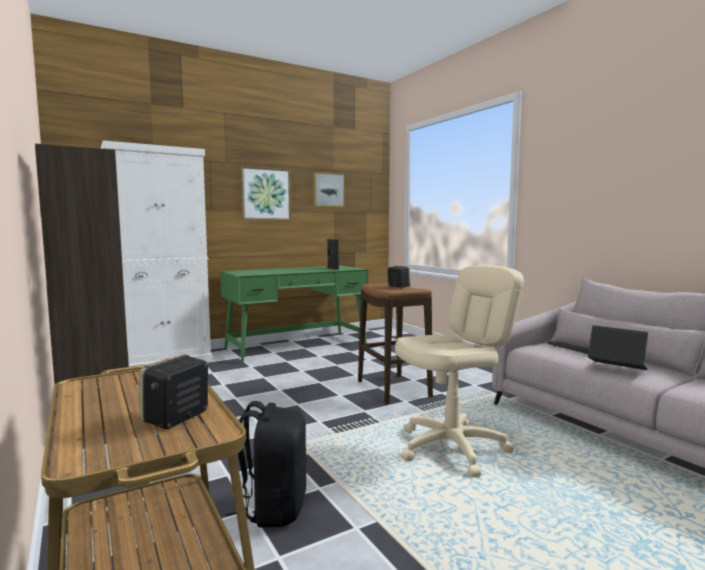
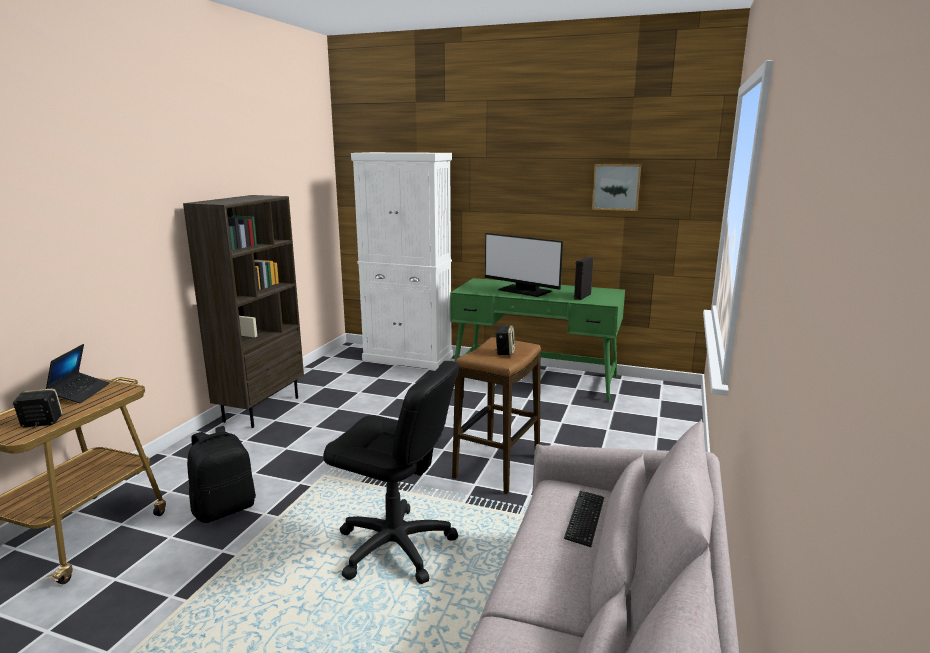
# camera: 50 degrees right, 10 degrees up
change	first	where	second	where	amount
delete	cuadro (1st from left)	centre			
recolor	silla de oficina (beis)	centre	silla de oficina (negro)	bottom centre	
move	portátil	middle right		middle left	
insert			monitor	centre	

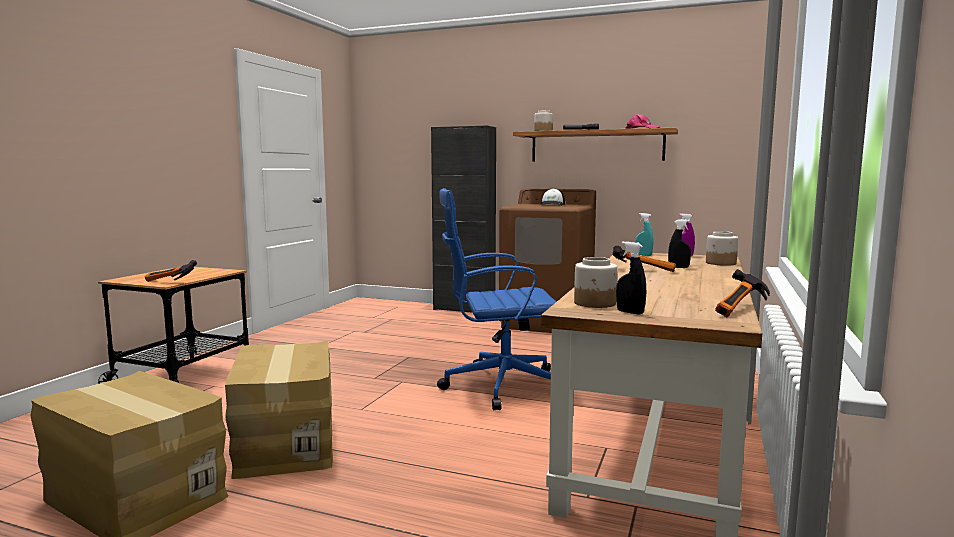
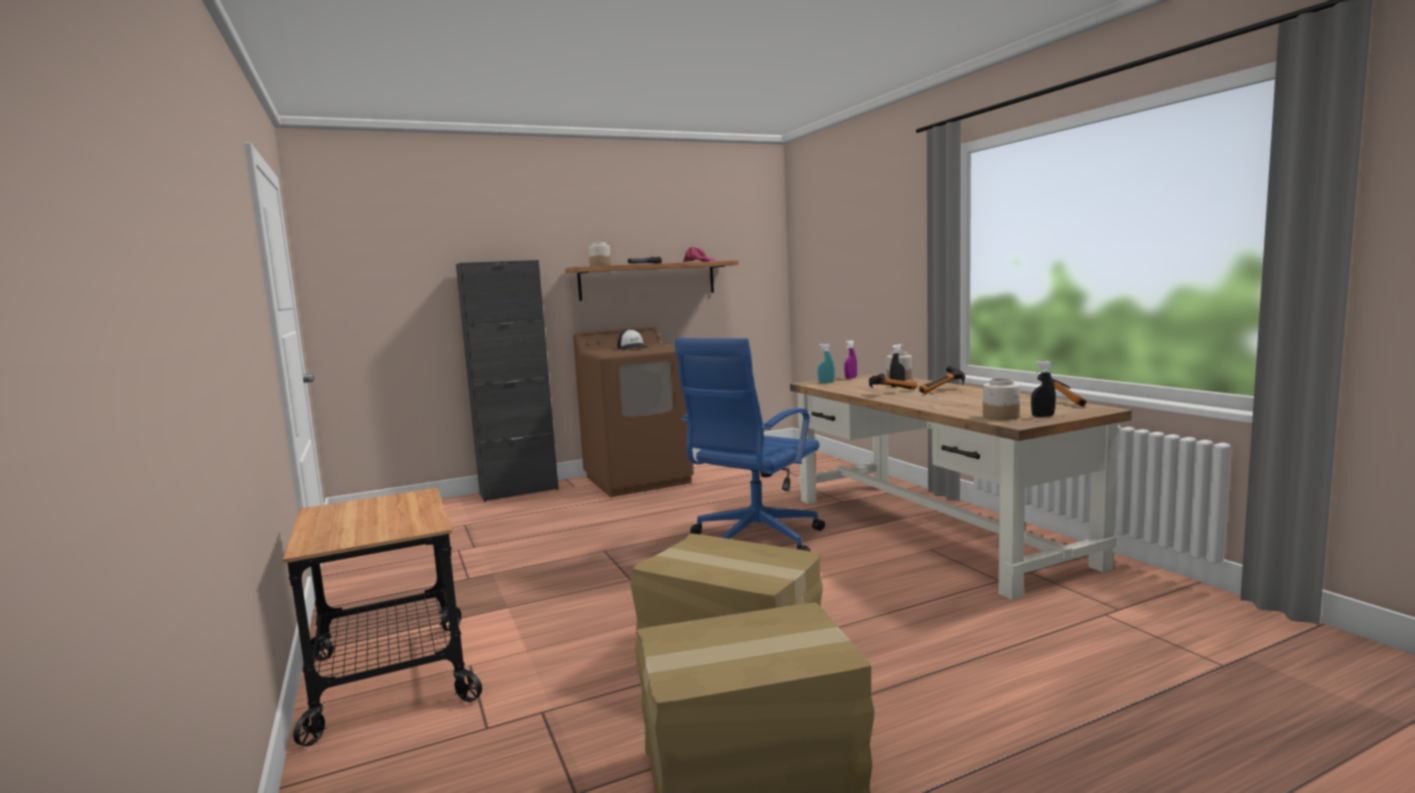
# camera: 45 degrees left, 0 degrees up
change	first	where	second	where	amount
move	martillo (1st from left in the first image)	middle left	martillo (2nd from left)	centre	

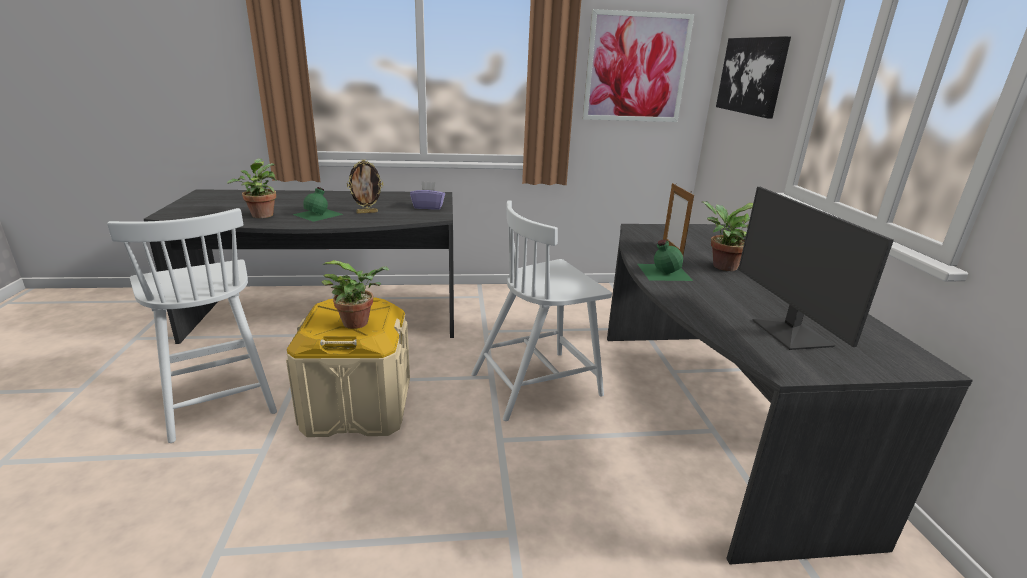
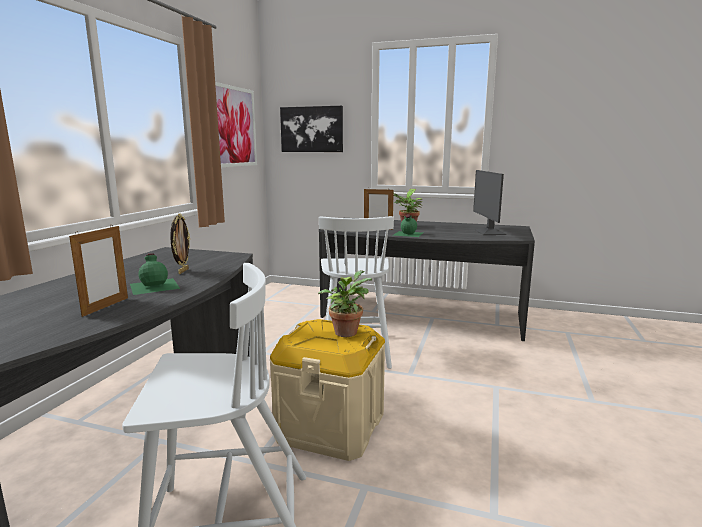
# camera: 65 degrees left, 10 degrees down
change	first	where	second	where	amount
replace	planta en maceta (1st from left)	top left	portarretratos (1st from left)	middle left	
delete	caja de pañuelos (morado)	centre			
rotate	monitor	middle right		middle right	75 degrees clockwise

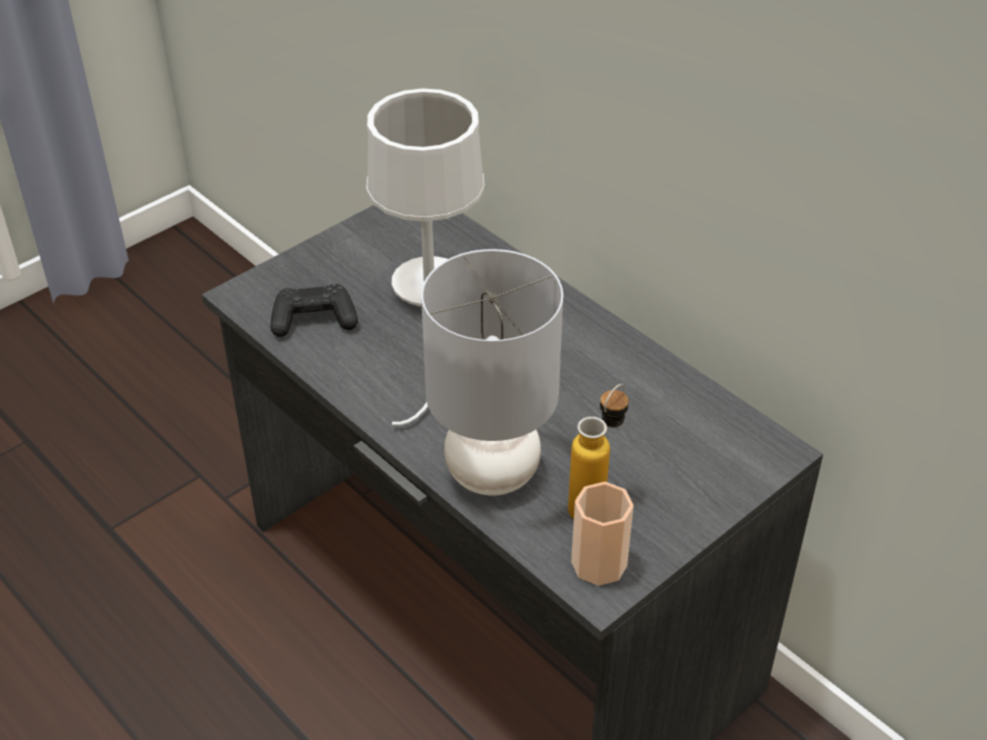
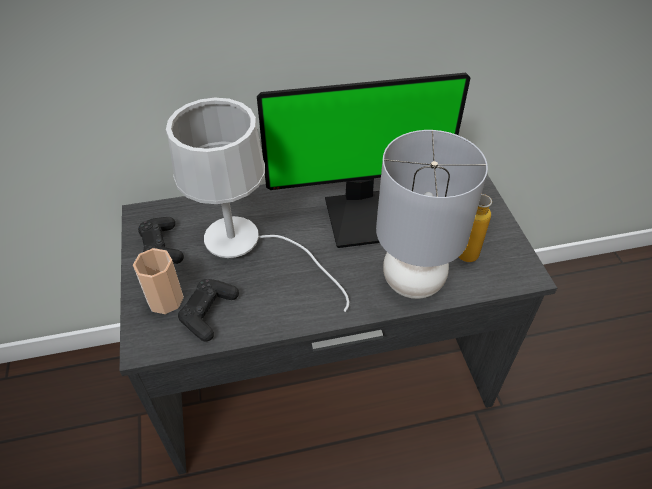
# camera: 60 degrees left, 5 degrees up
change	first	where	second	where	amount
move	taza	bottom centre		middle left	
insert			monitor	top centre	
insert			mando de consola (negro) (1st from left)	middle left	

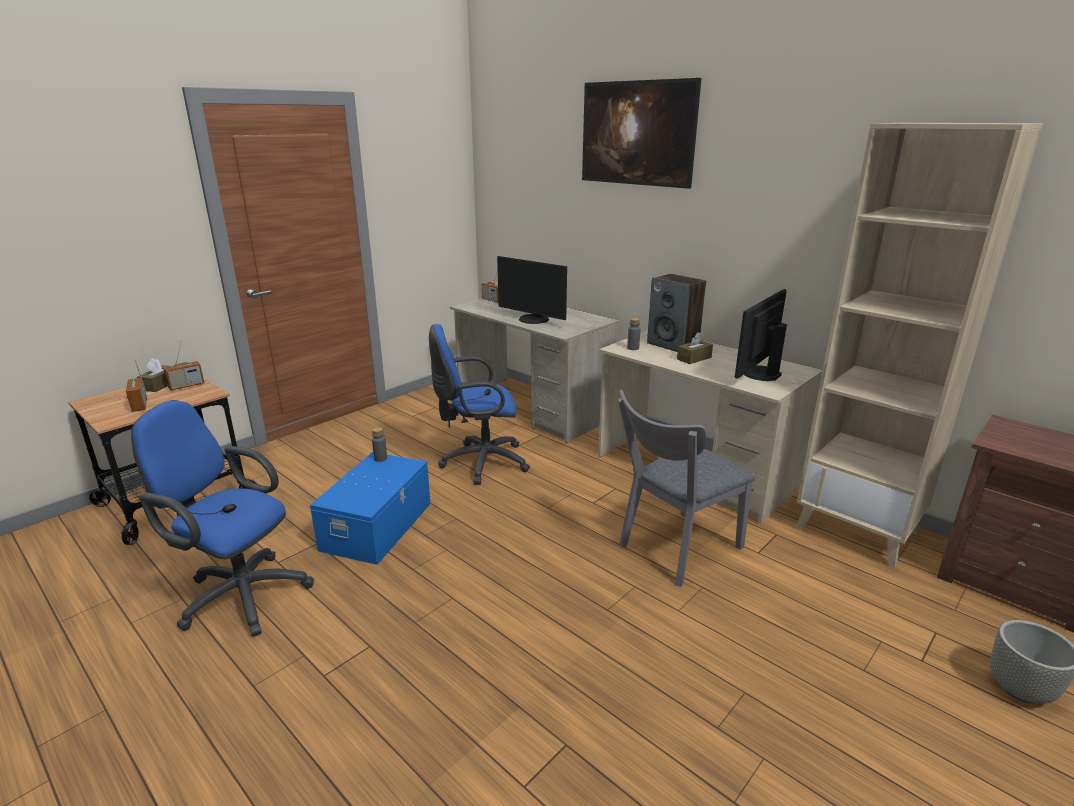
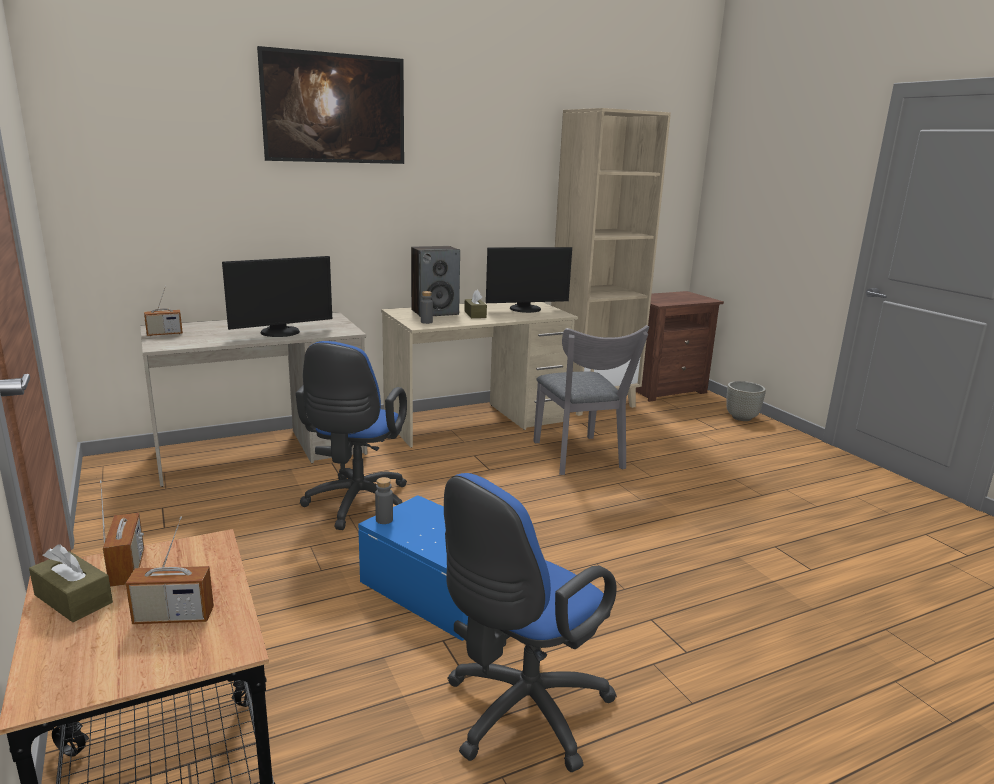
# camera: 70 degrees left, 5 degrees down
change	first	where	second	where	amount
rotate	monitor (2nd from left)	middle right		centre	75 degrees counterclockwise

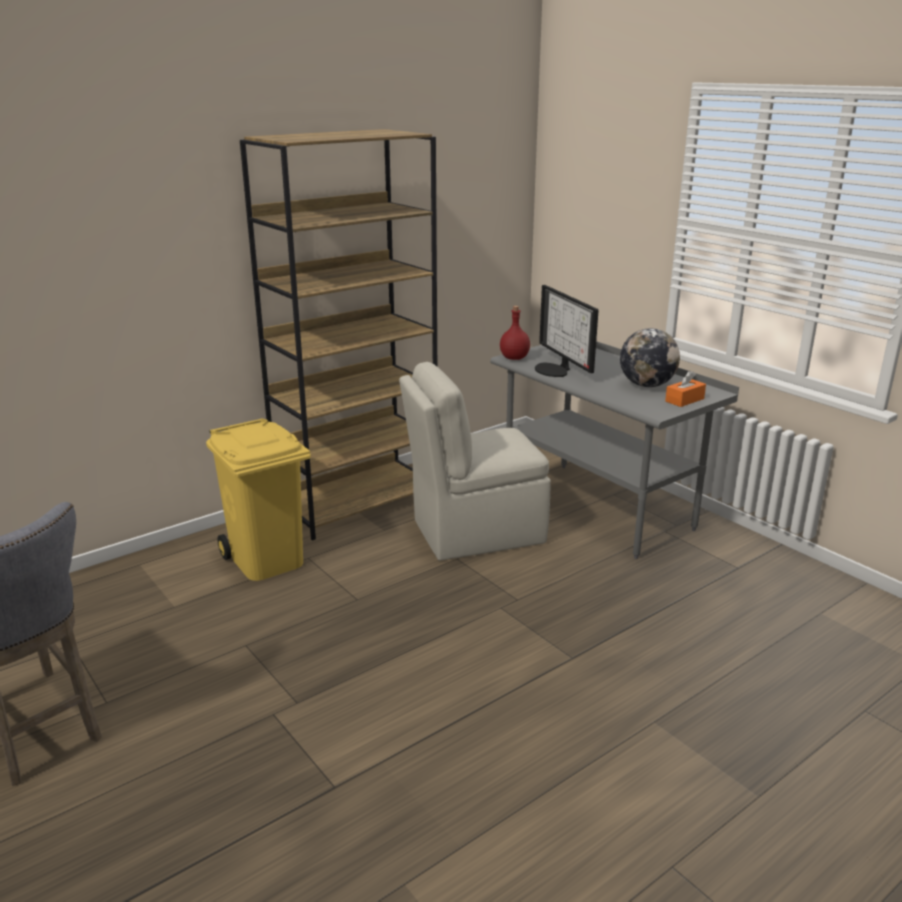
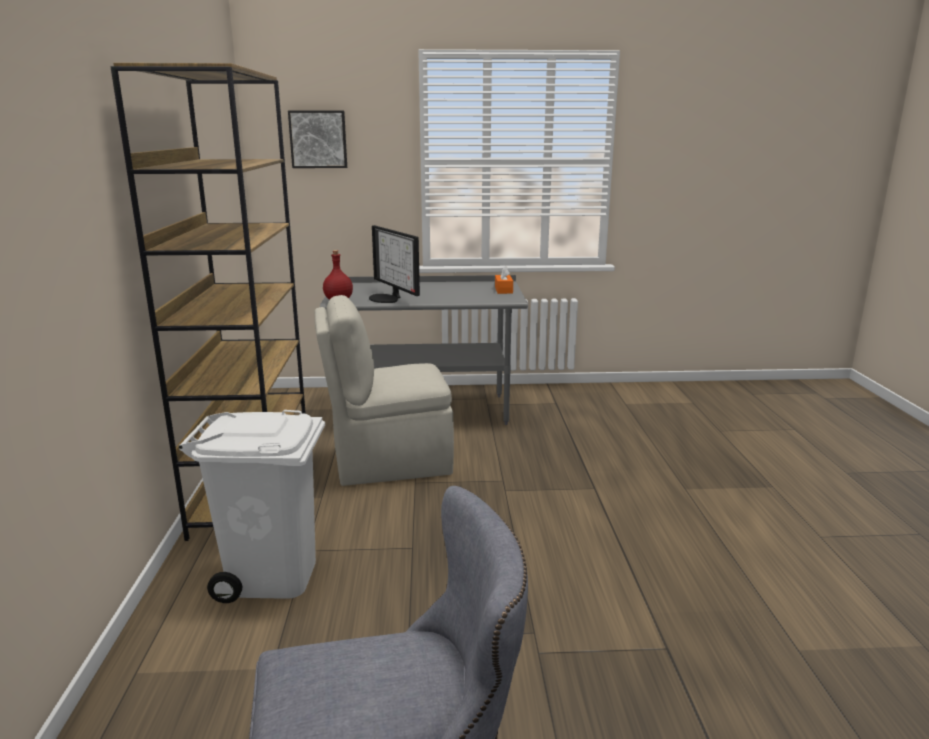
# camera: 55 degrees left, 5 degrees down
change	first	where	second	where	amount
rotate	monitor	centre		centre	45 degrees clockwise
delete	globo terráqueo	middle right			
rotate	silla (beis)	centre		centre	60 degrees clockwise
recolor	papelera (amarillo)	middle left	papelera (blanco)	bottom left	
insert			cuadro	top centre	

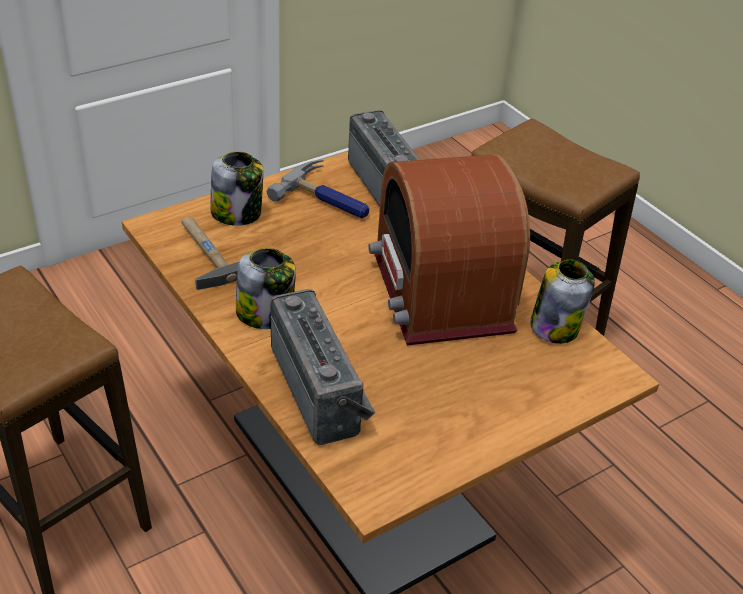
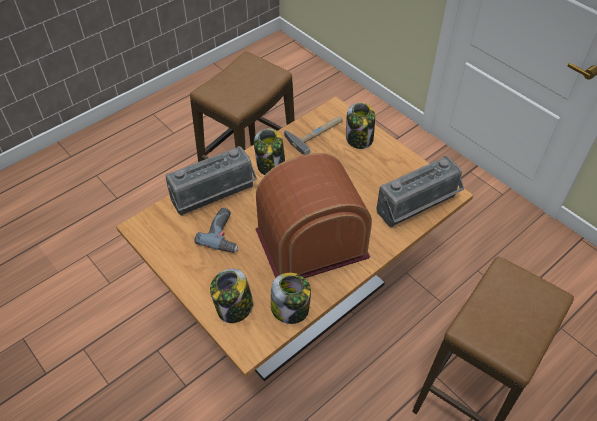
# camera: 85 degrees right, 10 degrees up
change	first	where	second	where	amount
delete	martillo (2nd from left)	top centre			
insert			taladro	centre	
insert			tarro (1st from left)	bottom centre	

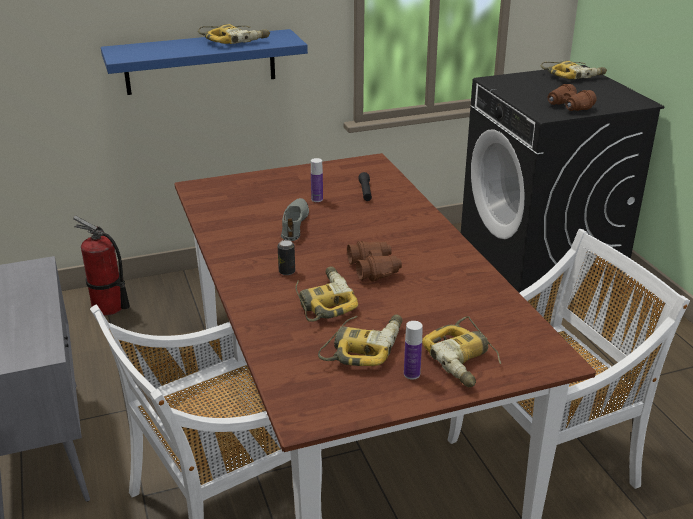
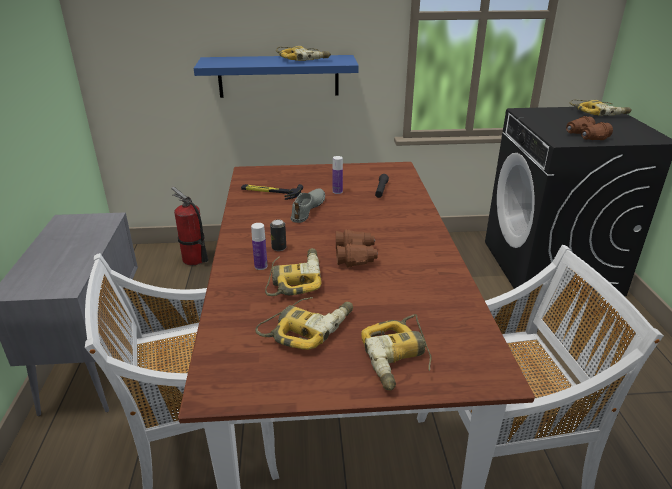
# camera: 15 degrees right, 0 degrees up
change	first	where	second	where	amount
move	botella (2nd from left in the first image)	bottom centre	botella (1st from left)	centre	
insert			martillo	centre	

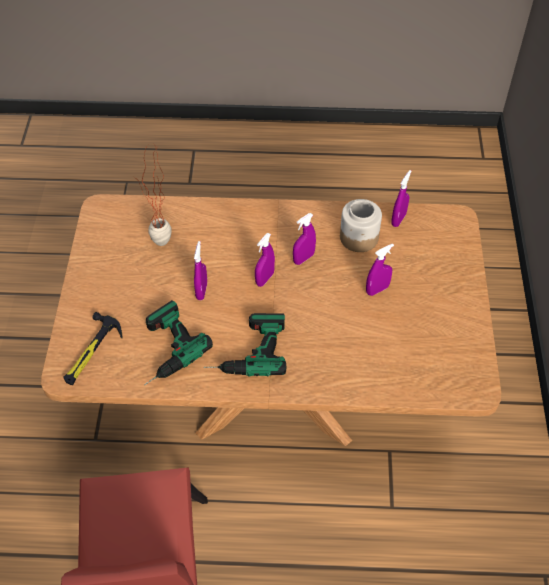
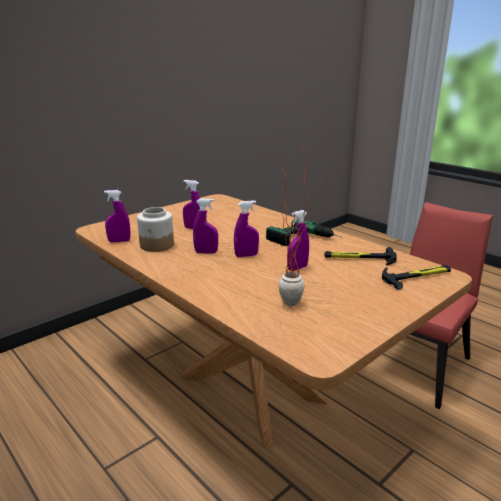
# camera: 135 degrees left, 30 degrees down
change	first	where	second	where	amount
replace	taladro (1st from left)	middle left	martillo (1st from left)	middle right	

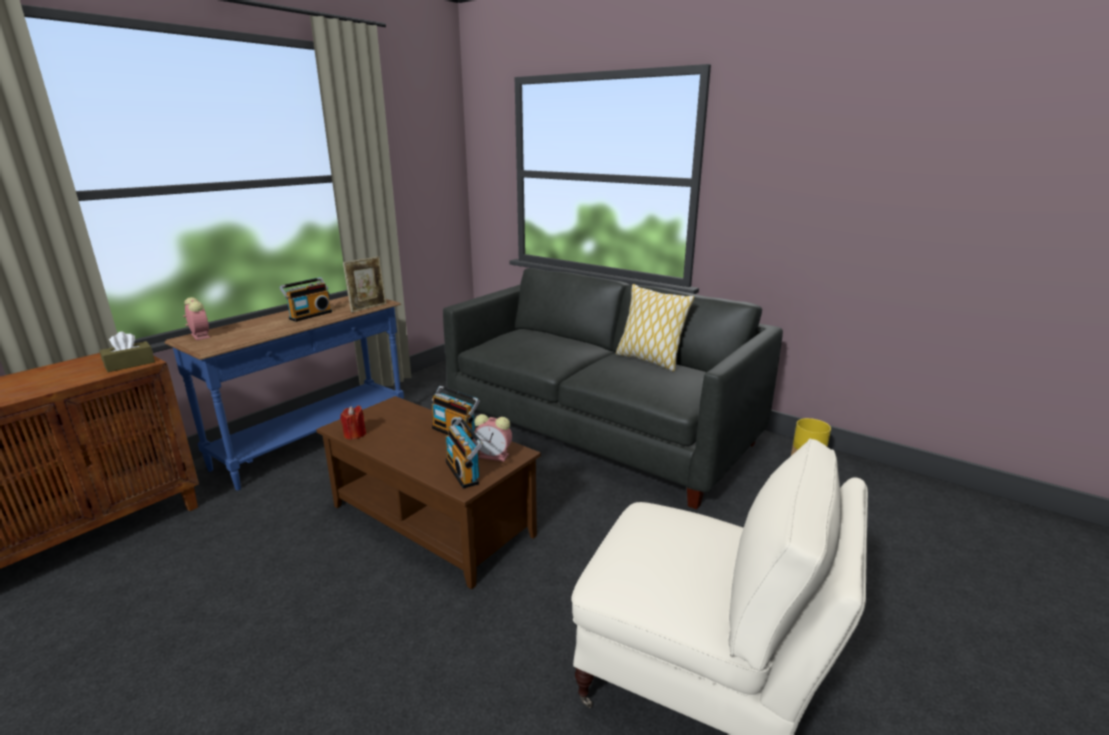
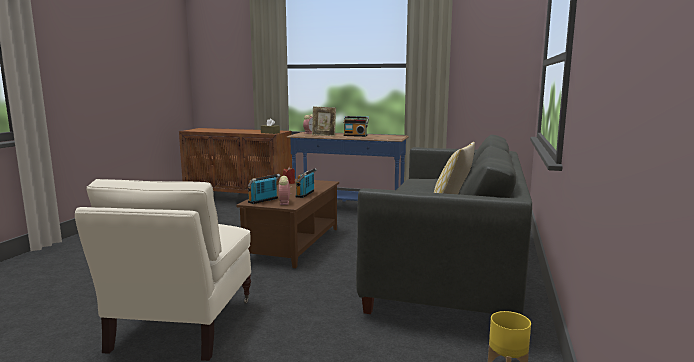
# camera: 70 degrees right, 10 degrees down
change	first	where	second	where	amount
move	portarretratos	middle left		centre	

